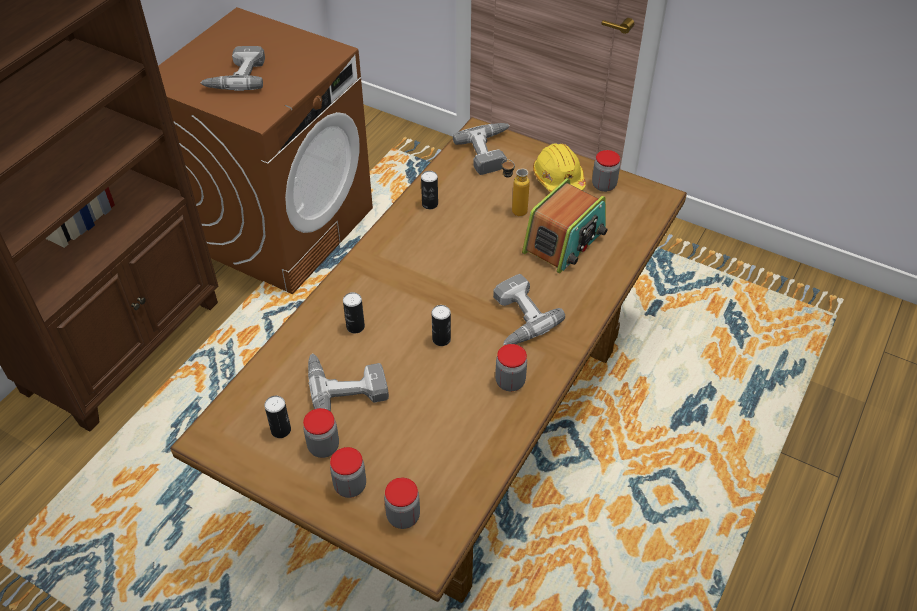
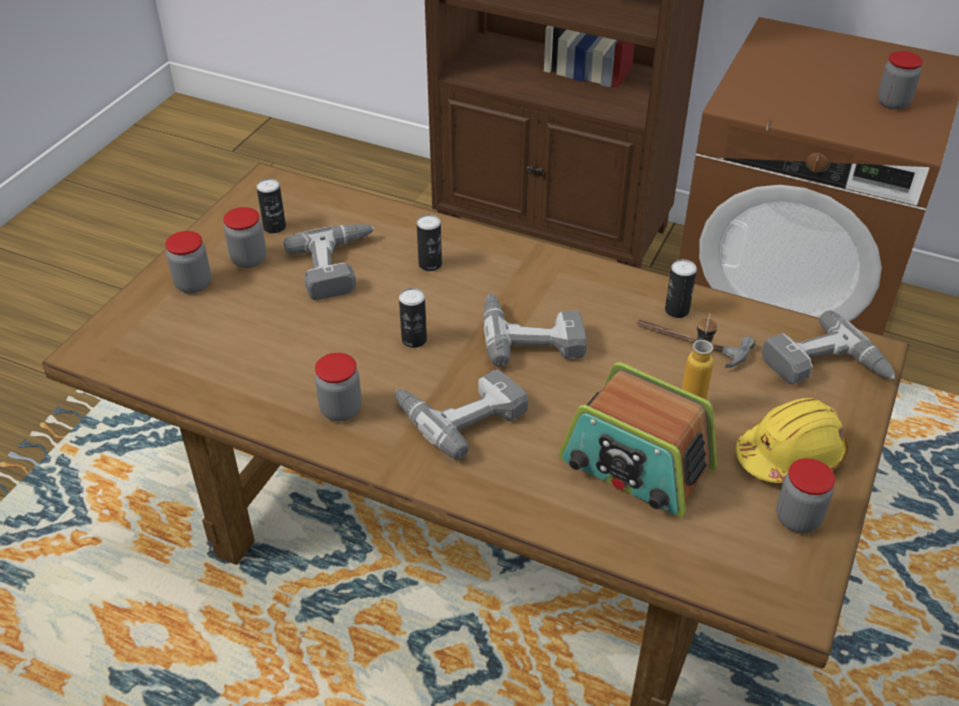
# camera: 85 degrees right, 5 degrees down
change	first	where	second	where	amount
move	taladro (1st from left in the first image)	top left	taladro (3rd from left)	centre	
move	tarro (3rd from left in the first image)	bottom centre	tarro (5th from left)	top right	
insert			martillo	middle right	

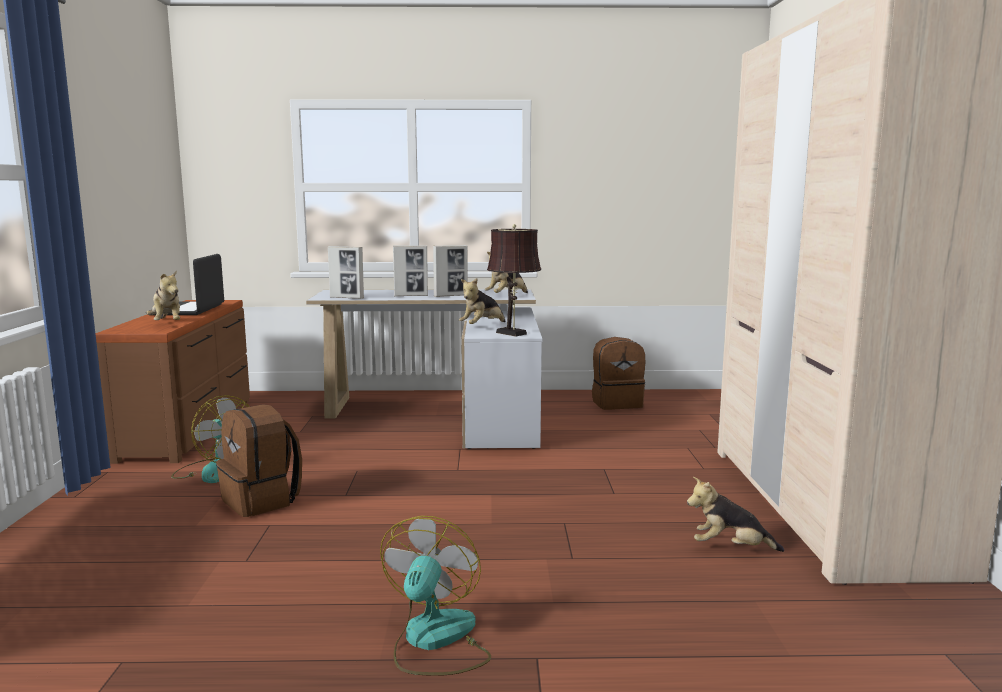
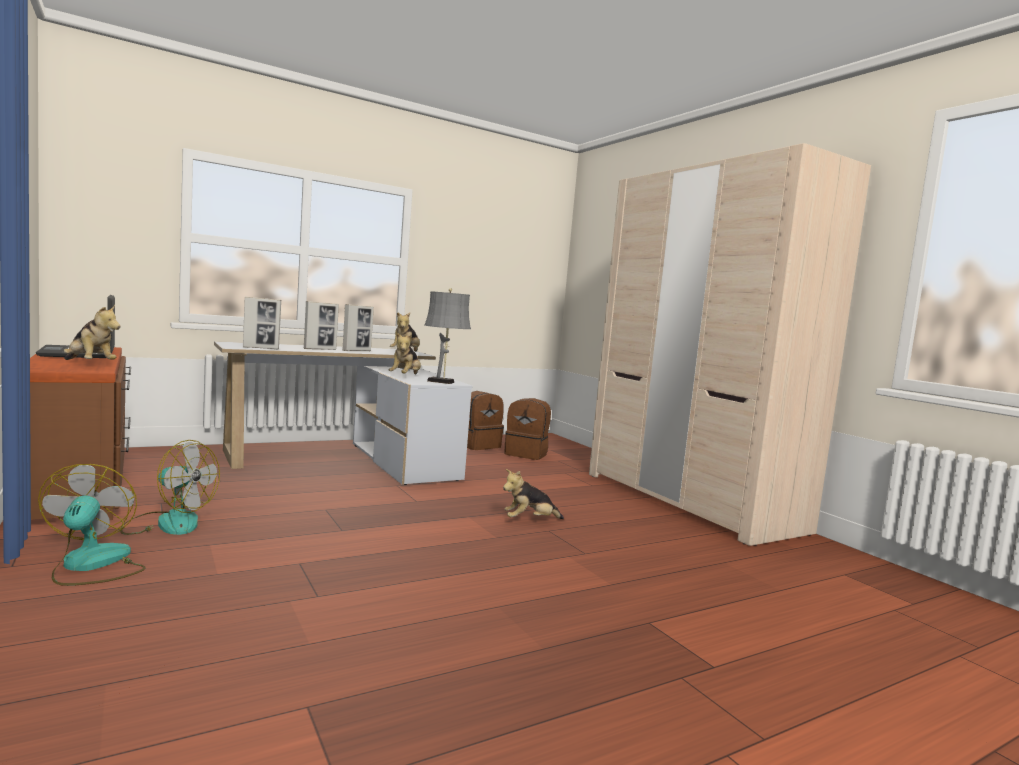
# camera: 30 degrees left, 5 degrees down
change	first	where	second	where	amount
recolor	lámpara de mesa (marrón)	centre	lámpara de mesa (gris)	centre	
move	mochila (marrón) (1st from left in the first image)	middle left	mochila (marrón) (2nd from left)	centre	
move	peluche (4th from left)	bottom right		centre	
move	ventilador (2nd from left in the first image)	bottom centre	ventilador (1st from left)	bottom left	

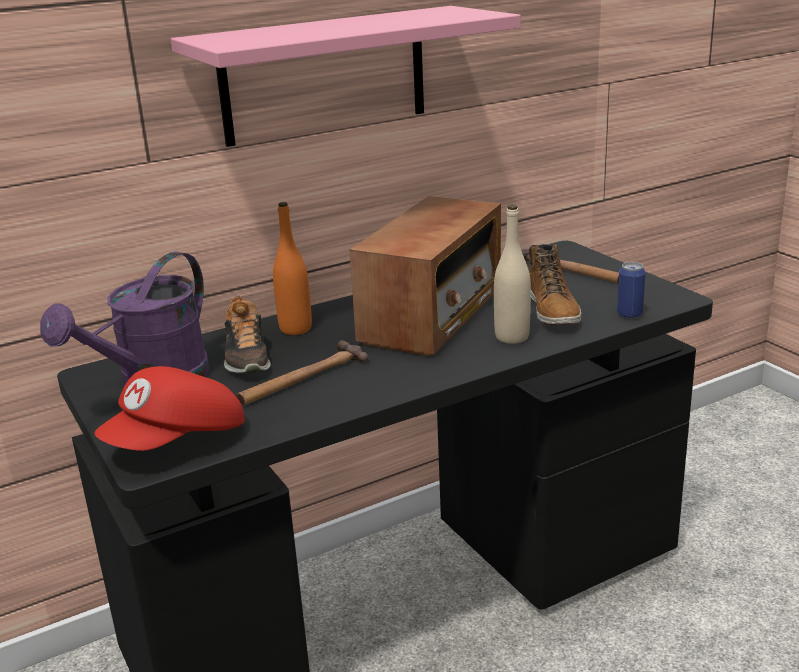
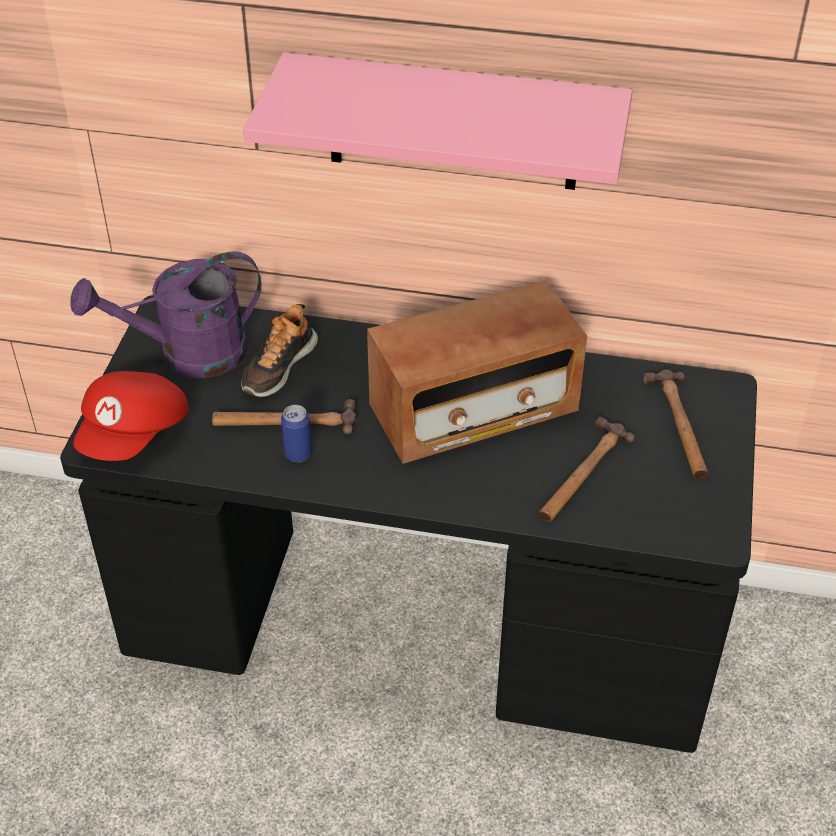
# camera: 40 degrees right, 20 degrees up
change	first	where	second	where	amount
delete	botella (naranja)	centre			
delete	botella (beis)	centre			
replace	bota	middle right	martillo (2nd from left)	middle right	
move	lata	middle right		centre	
rotate	gorra (rojo)	middle left		middle left	60 degrees counterclockwise

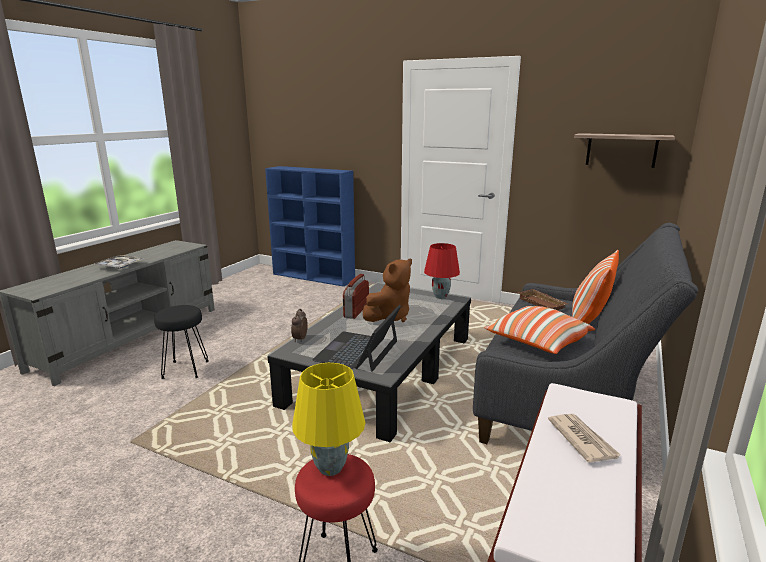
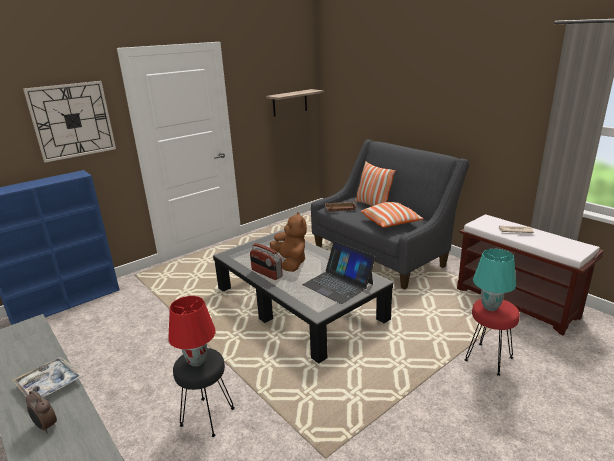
# camera: 65 degrees left, 5 degrees up
change	first	where	second	where	amount
move	lámpara de mesa (rojo)	centre		bottom left	
move	despertador	centre		bottom left	
recolor	lámpara de mesa (amarillo)	bottom centre	lámpara de mesa (turquesa)	middle right	
insert			reloj de pared	top left	

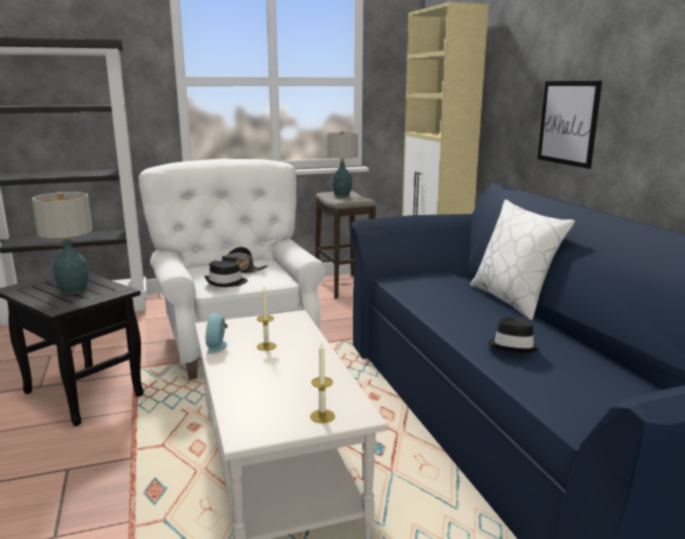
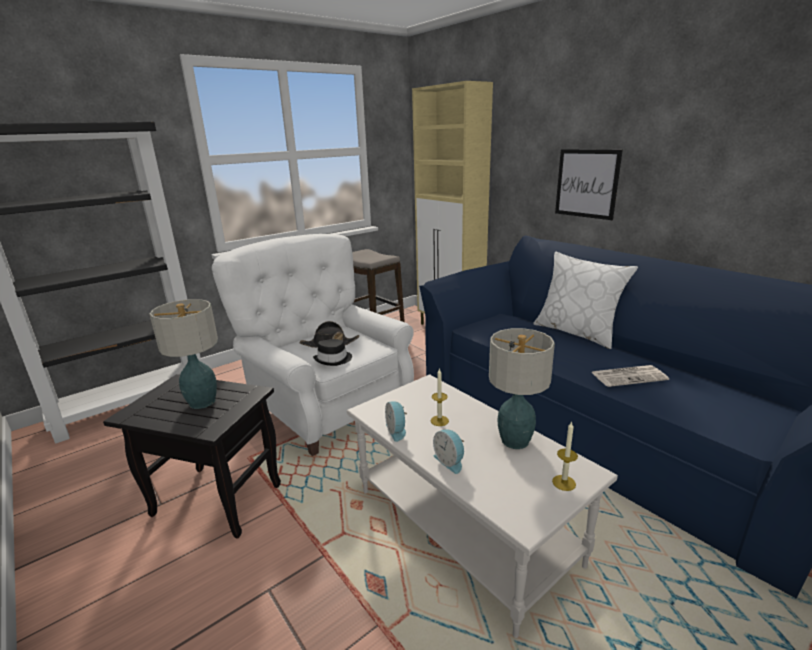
# camera: 20 degrees left, 5 degrees up
change	first	where	second	where	amount
move	lámpara de mesa (2nd from left)	top centre		centre	
replace	sombrero (negro) (3rd from left)	middle right	periódico	middle right	
insert			despertador (2nd from left)	bottom centre	

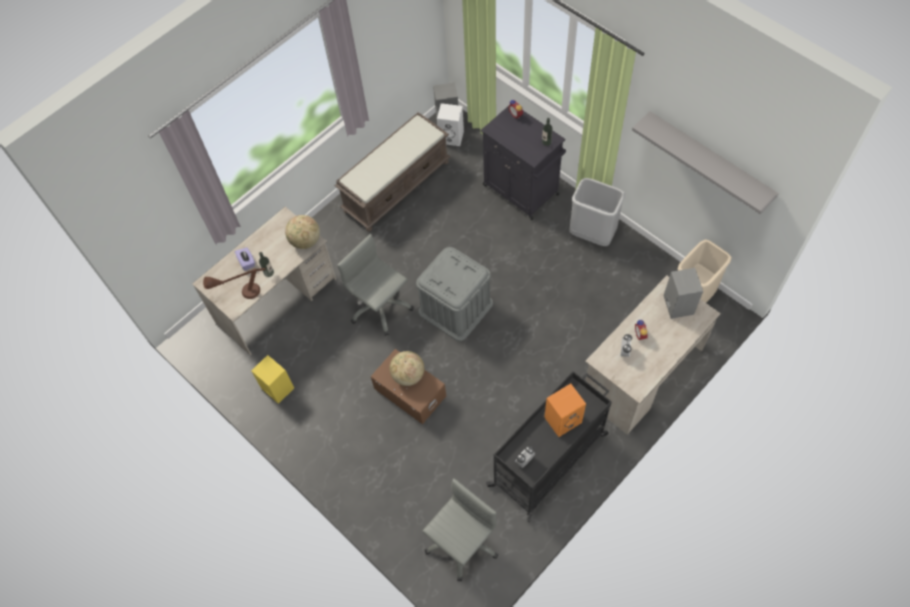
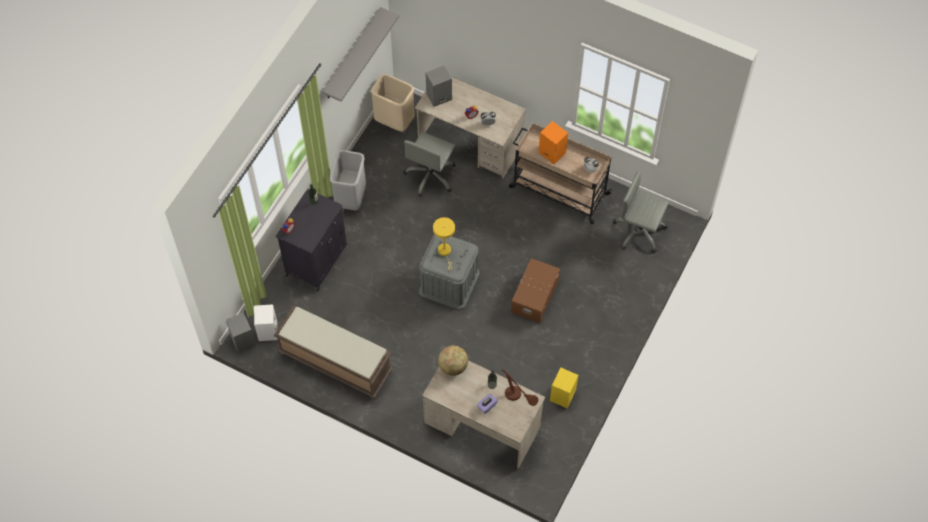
# camera: 110 degrees left, 0 degrees up
change	first	where	second	where	amount
move	silla de oficina (gris) (1st from left)	centre		top centre	
delete	globo terráqueo (2nd from left)	centre			
recolor	carrito (negro)	bottom centre	carrito (beis)	top centre	
insert			lámpara de mesa (amarillo)	centre	

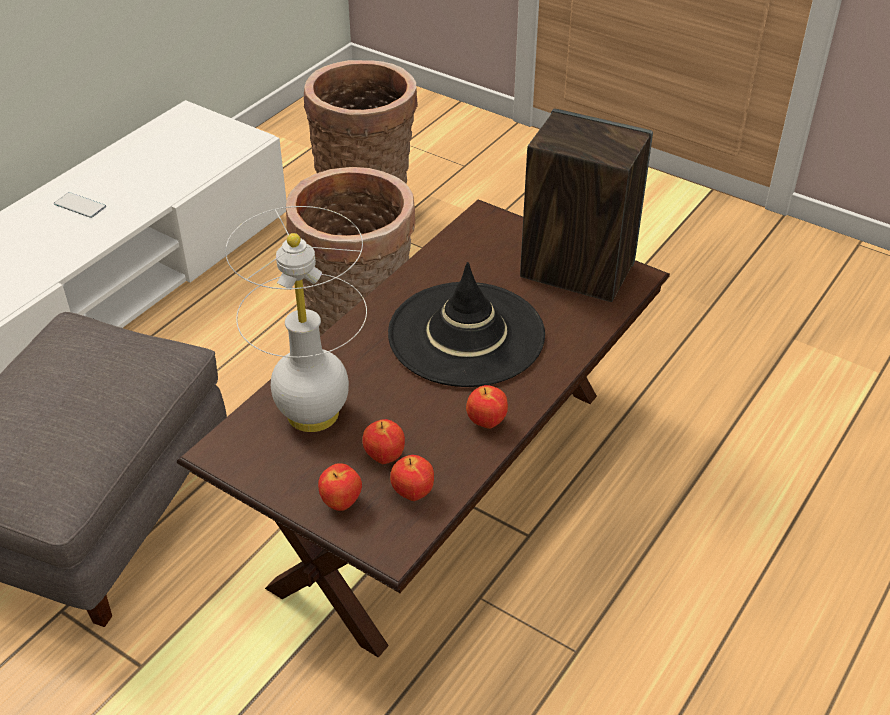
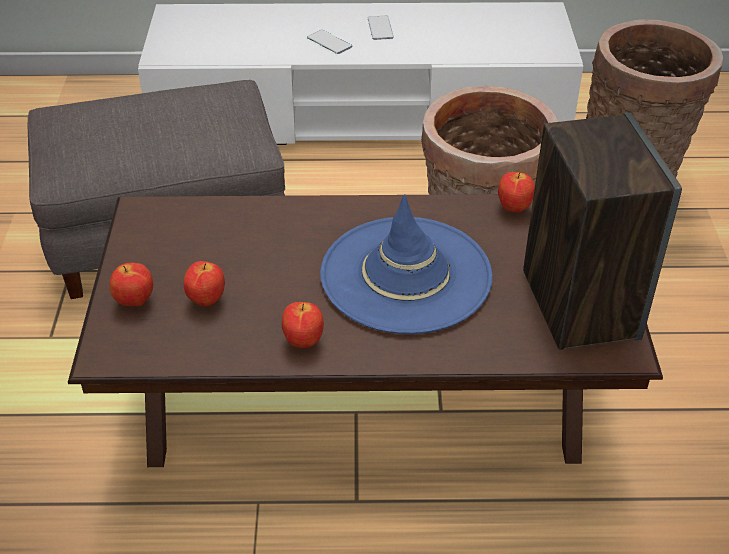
# camera: 55 degrees right, 0 degrees up
change	first	where	second	where	amount
delete	lámpara de mesa (blanco)	middle left			
recolor	sombrero (negro)	centre	sombrero (azul)	centre	
move	manzana (3rd from left in the first image)	bottom centre	manzana (4th from left)	middle right	
insert			móvil (1st from left)	top centre	

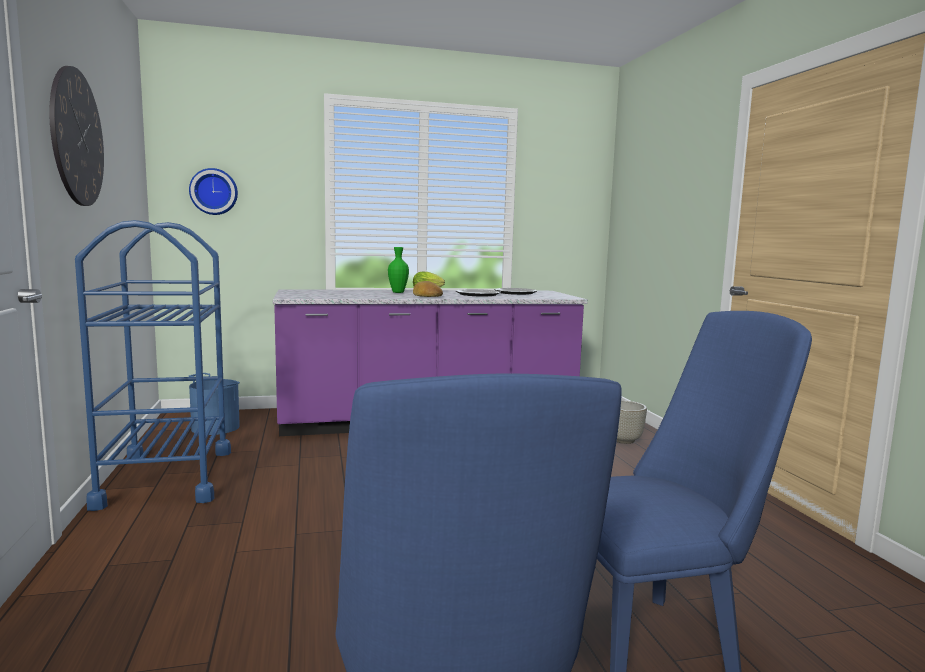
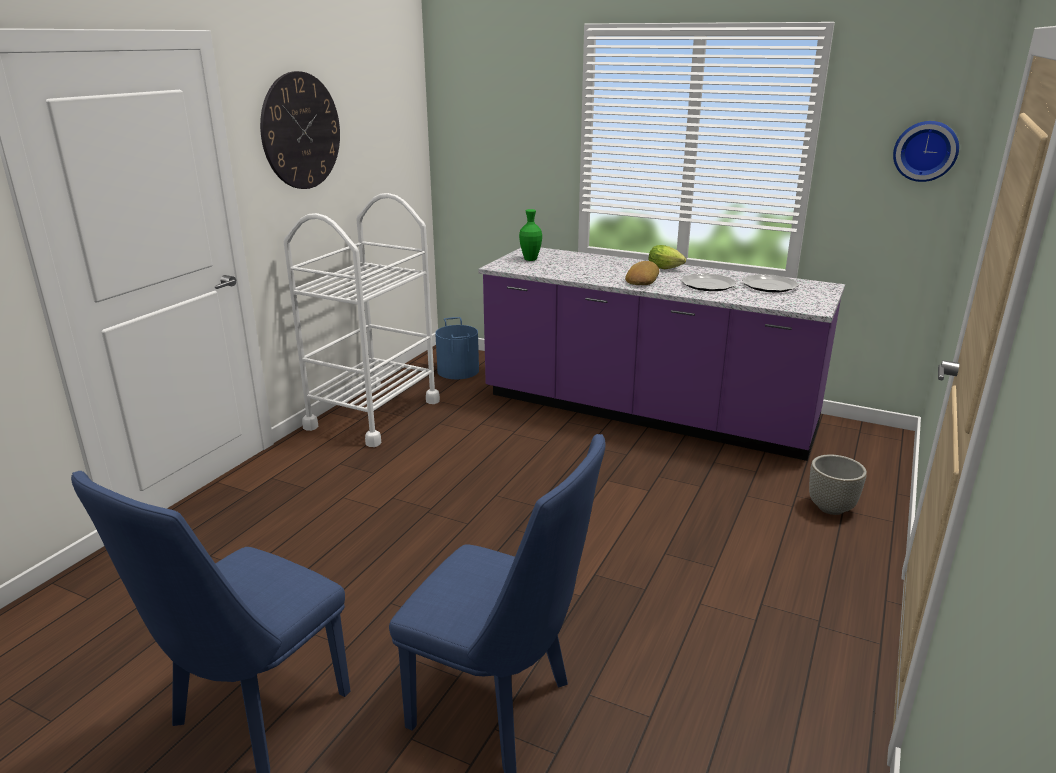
# camera: 40 degrees right, 15 degrees up
change	first	where	second	where	amount
move	reloj de pared (2nd from left)	top left		top right	
recolor	carrito (azul)	middle left	carrito (blanco)	centre	
move	florero (verde)	centre		top centre	

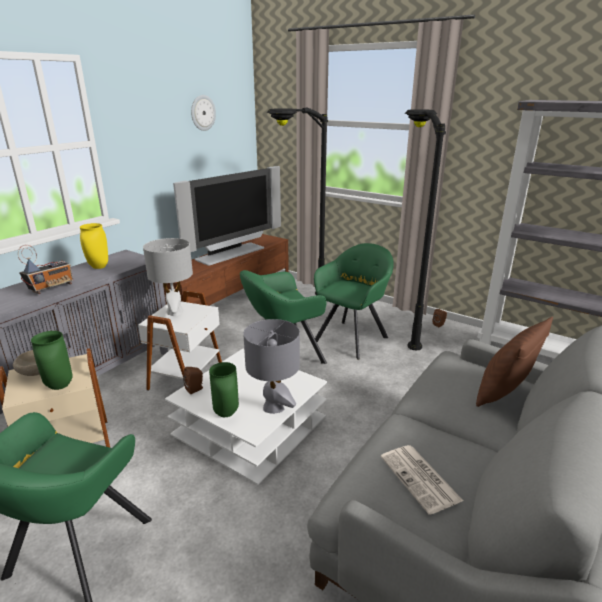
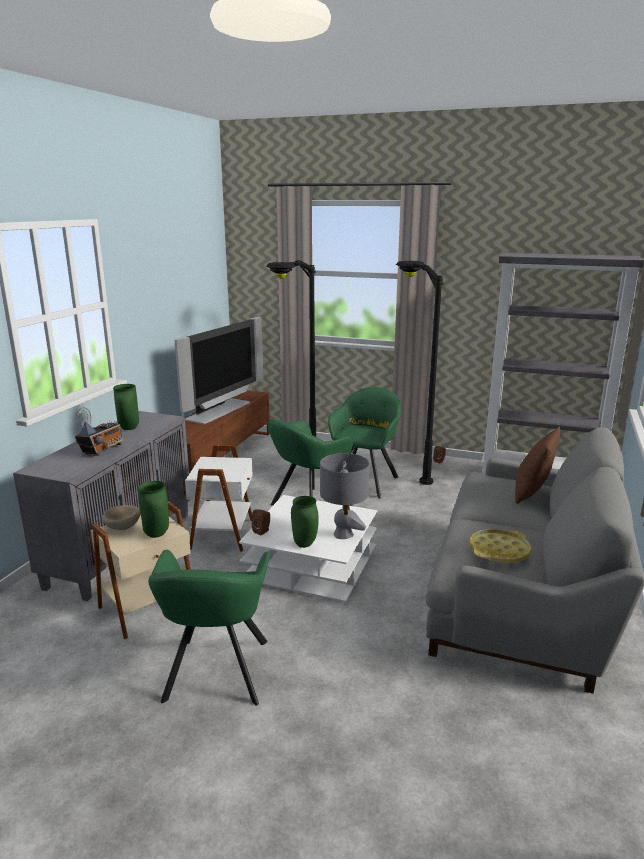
# camera: 15 degrees left, 5 degrees down
change	first	where	second	where	amount
delete	reloj de pared	top centre			
recolor	florero (amarillo)	middle left	florero (verde) (1st from left)	middle left	
delete	lámpara de mesa (gris) (1st from left)	middle left			
replace	periódico	bottom right	bandeja (amarillo)	middle right	

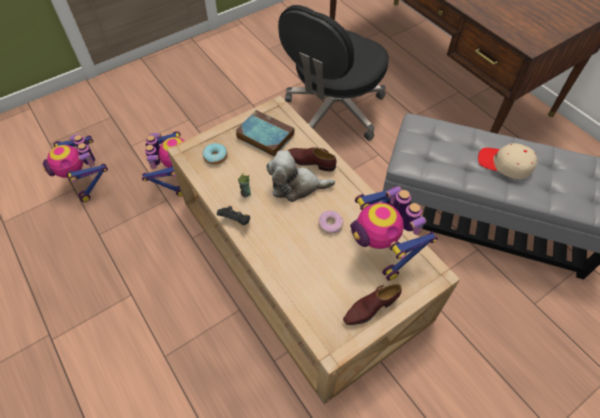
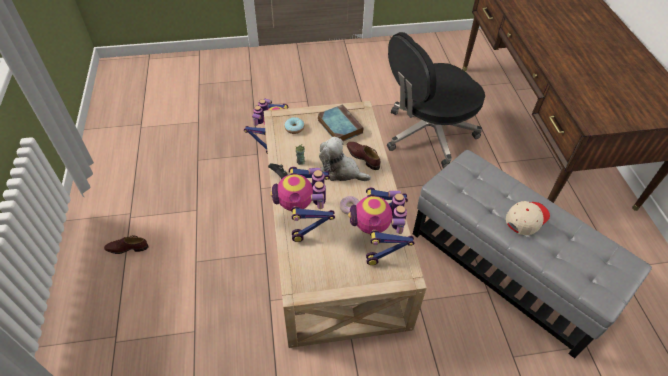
# camera: 25 degrees right, 5 degrees down
change	first	where	second	where	amount
move	robot de juguete (1st from left in the first image)	middle left	robot de juguete (2nd from left)	centre	
rotate	gorra (beis)	middle right		middle right	90 degrees clockwise
move	zapato (marrón) (2nd from left in the first image)	bottom centre	zapato (marrón) (1st from left)	middle left	

